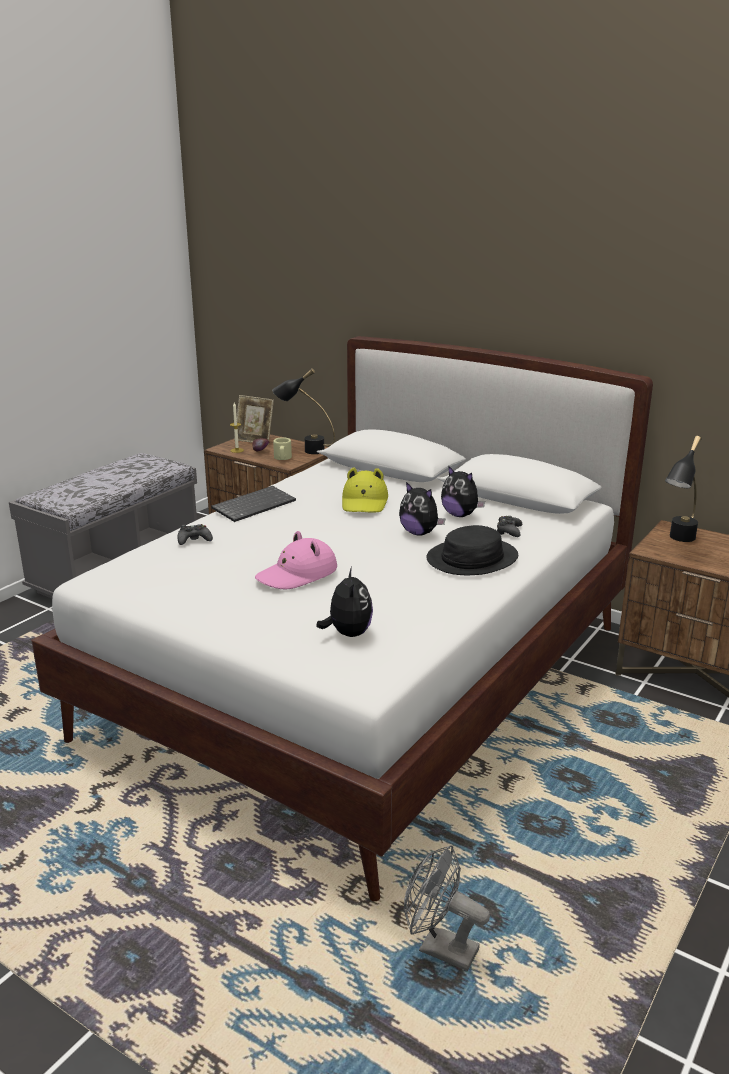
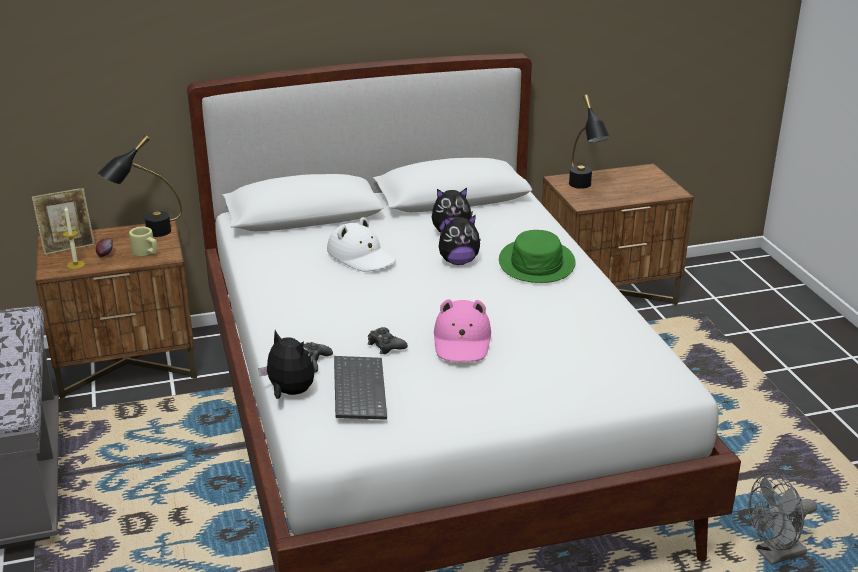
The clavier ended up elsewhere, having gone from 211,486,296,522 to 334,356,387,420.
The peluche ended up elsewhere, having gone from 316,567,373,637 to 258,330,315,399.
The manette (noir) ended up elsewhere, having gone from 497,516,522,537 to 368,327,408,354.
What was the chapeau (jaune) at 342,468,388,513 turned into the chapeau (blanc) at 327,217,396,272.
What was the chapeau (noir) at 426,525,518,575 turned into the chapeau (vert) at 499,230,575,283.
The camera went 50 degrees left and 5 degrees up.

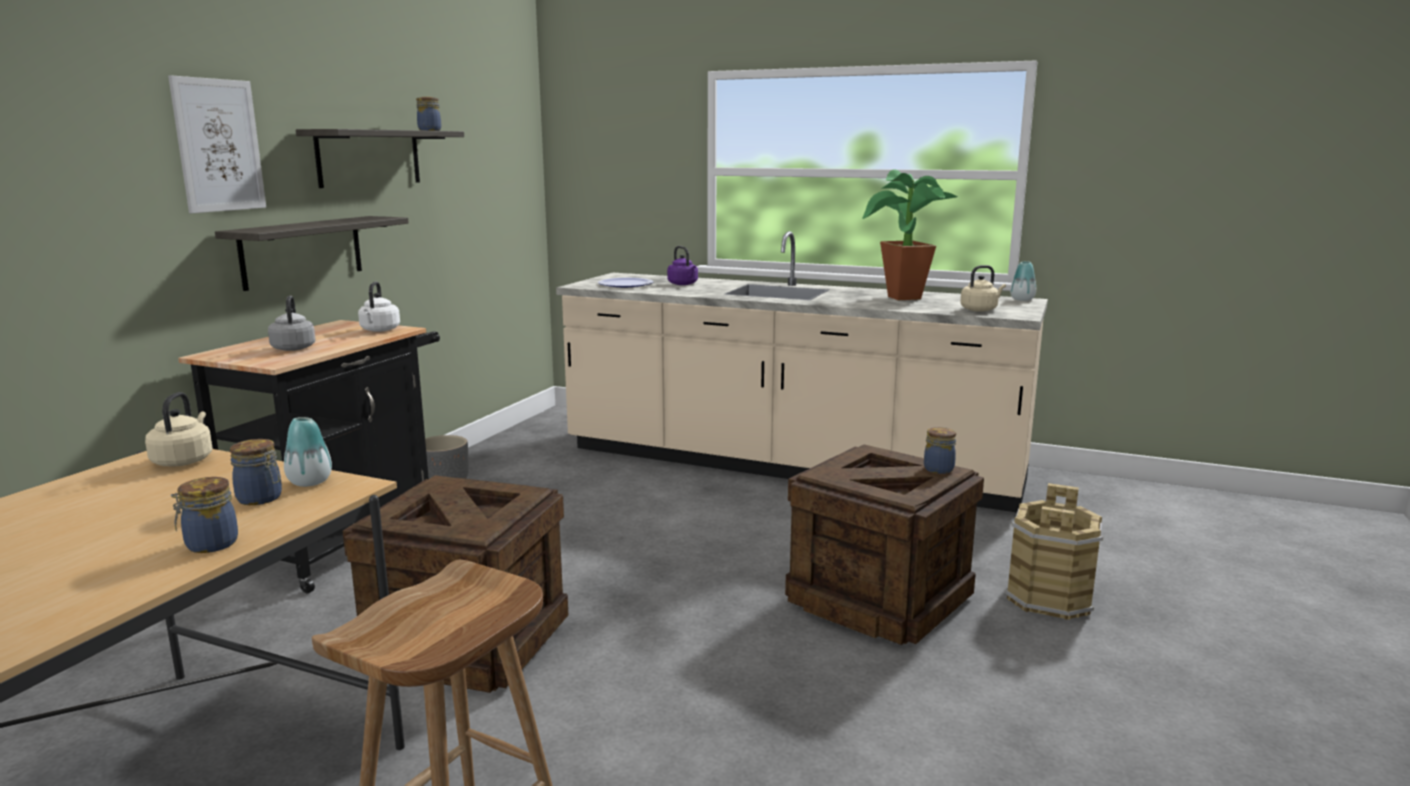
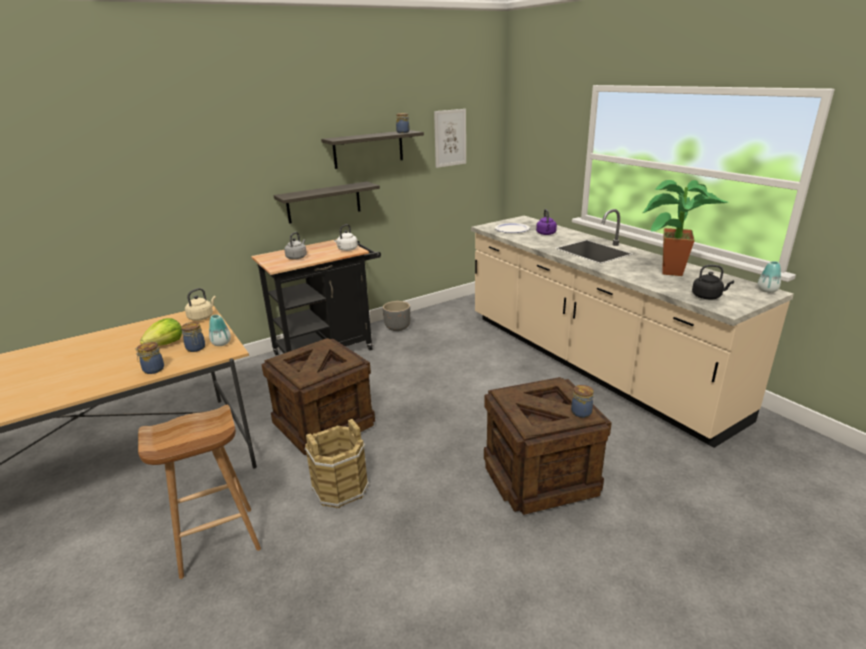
The second view gained the laitue at 140,318,182,346.
The tableau ended up elsewhere, having gone from 168,75,266,213 to 434,109,466,168.
The seau (marron) ended up elsewhere, having gone from 1005,483,1103,620 to 305,419,369,508.
What was the bouilloire (beige) at 960,265,1006,312 turned into the bouilloire (noir) at 692,265,734,299.
The camera went 35 degrees right and 10 degrees up.

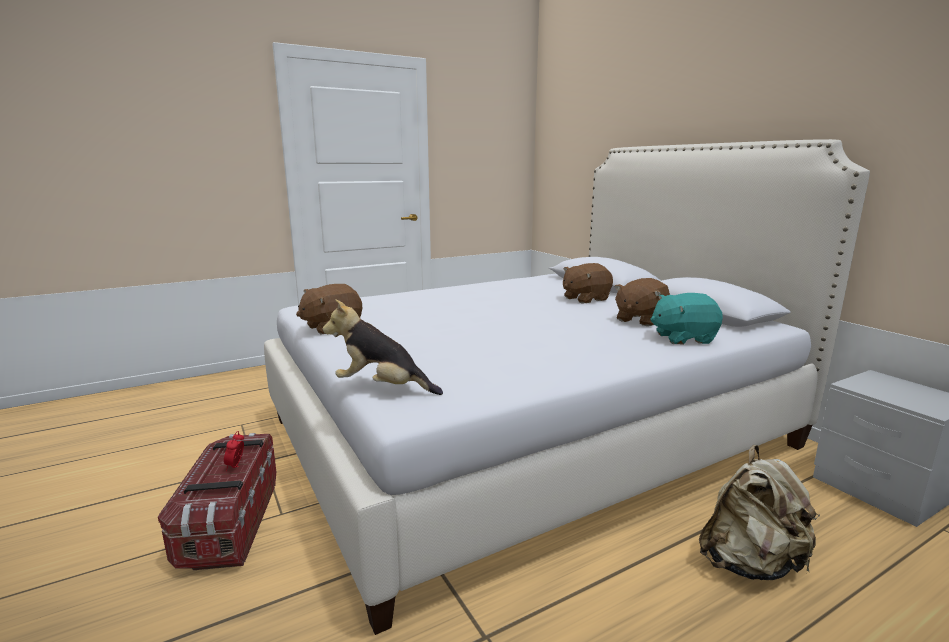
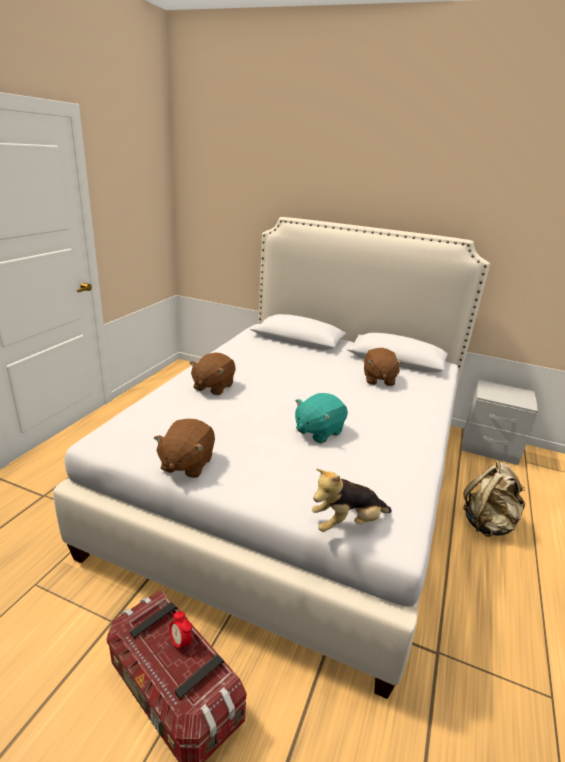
The peluche (marron) ended up elsewhere, having gone from 563,263,613,304 to 190,353,235,395.
The peluche (turquoise) ended up elsewhere, having gone from 650,293,723,344 to 295,393,348,443.
The camera went 40 degrees left and 10 degrees up.

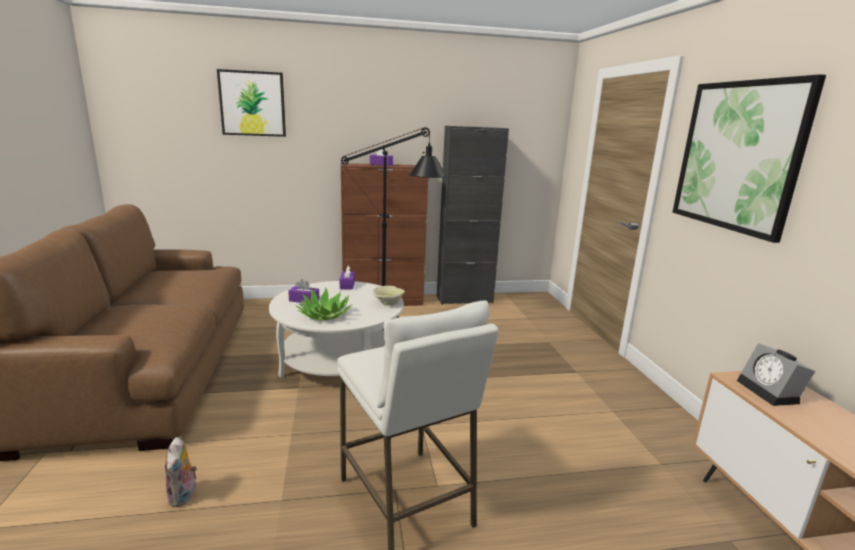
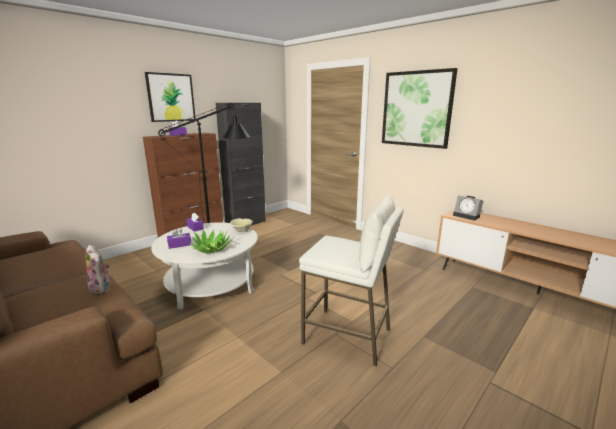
The peluche ended up elsewhere, having gone from 165,437,197,507 to 85,245,109,295.
The tableau ended up elsewhere, having gone from 217,69,286,137 to 145,72,196,122.
The camera went 35 degrees left and 0 degrees up.

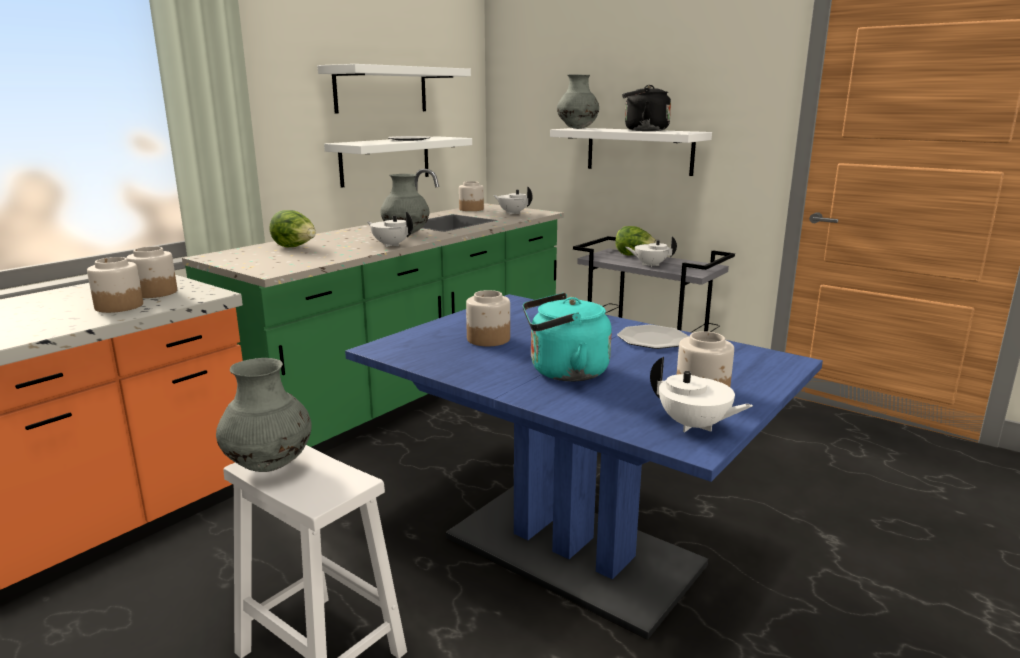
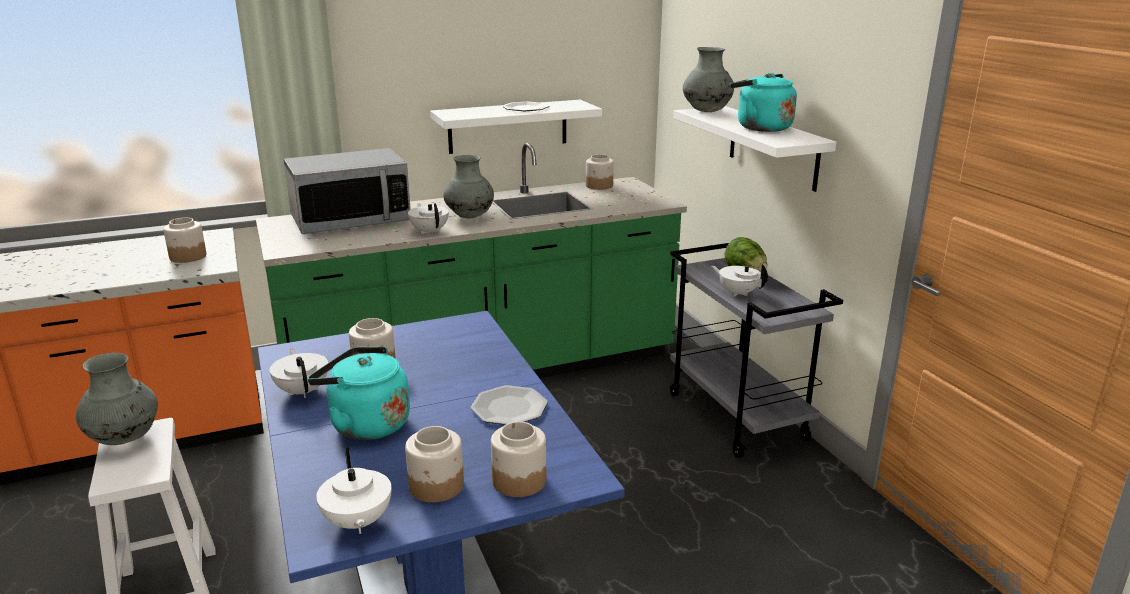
The second view lost the étagère (blanc) at 317,64,471,114.
The bocal ended up elsewhere, having gone from 87,257,143,313 to 491,422,546,497.
The théière (blanc) ended up elsewhere, having gone from 493,186,533,214 to 269,348,328,398.
Where the laitue stood at 270,210,316,247, the micro-ondes came to stand at 284,148,411,234.
What was the bouilloire (noir) at 622,85,671,131 turned into the bouilloire (turquoise) at 730,73,797,132.
The camera went 30 degrees right and 5 degrees up.

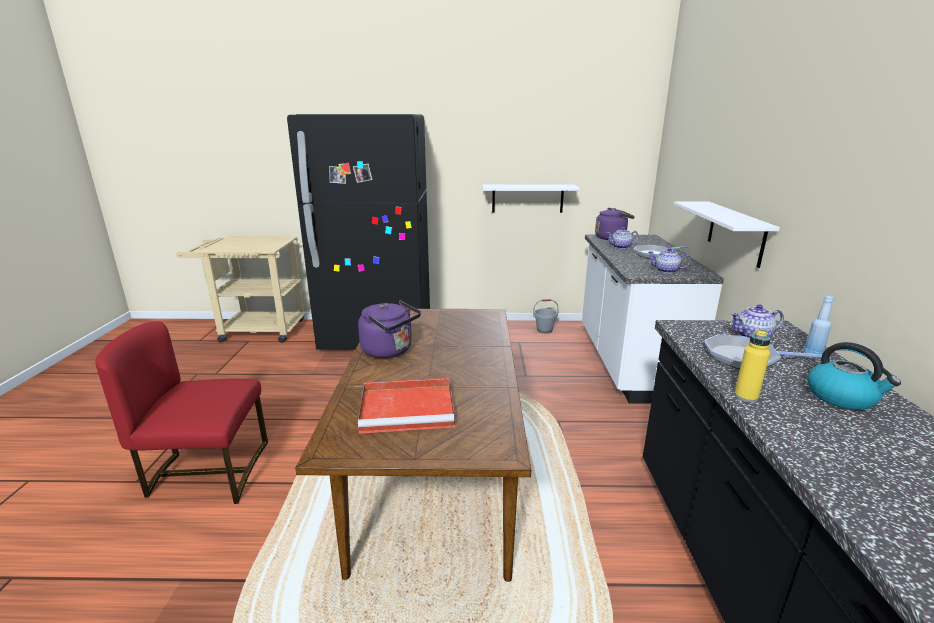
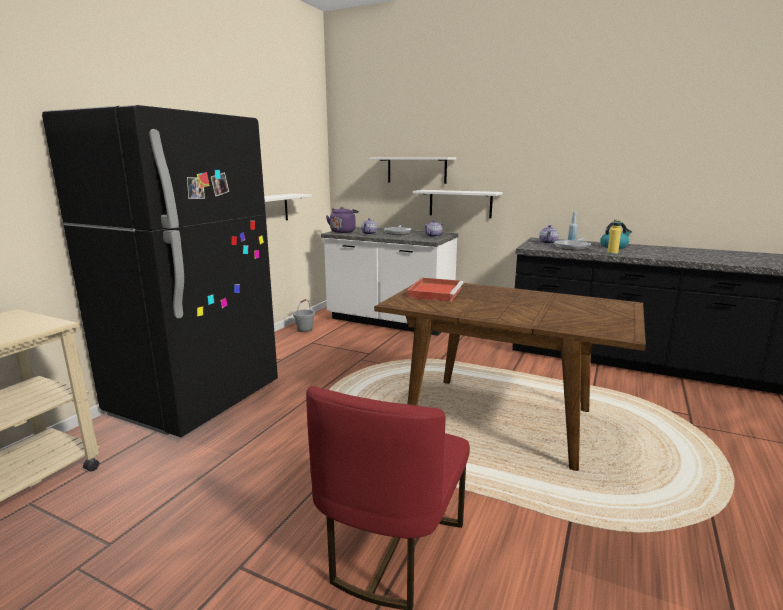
The second view lost the bouilloire (violet) at 358,300,421,358.
The second view gained the étagère (blanc) at 370,157,456,184.
The plateau (rouge) ended up elsewhere, having gone from 358,378,455,434 to 407,278,464,302.
The camera went 65 degrees left and 5 degrees down.

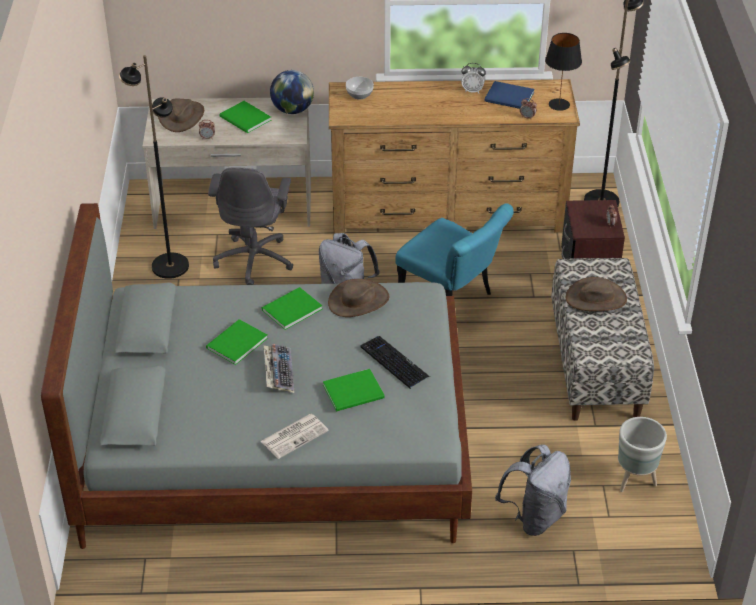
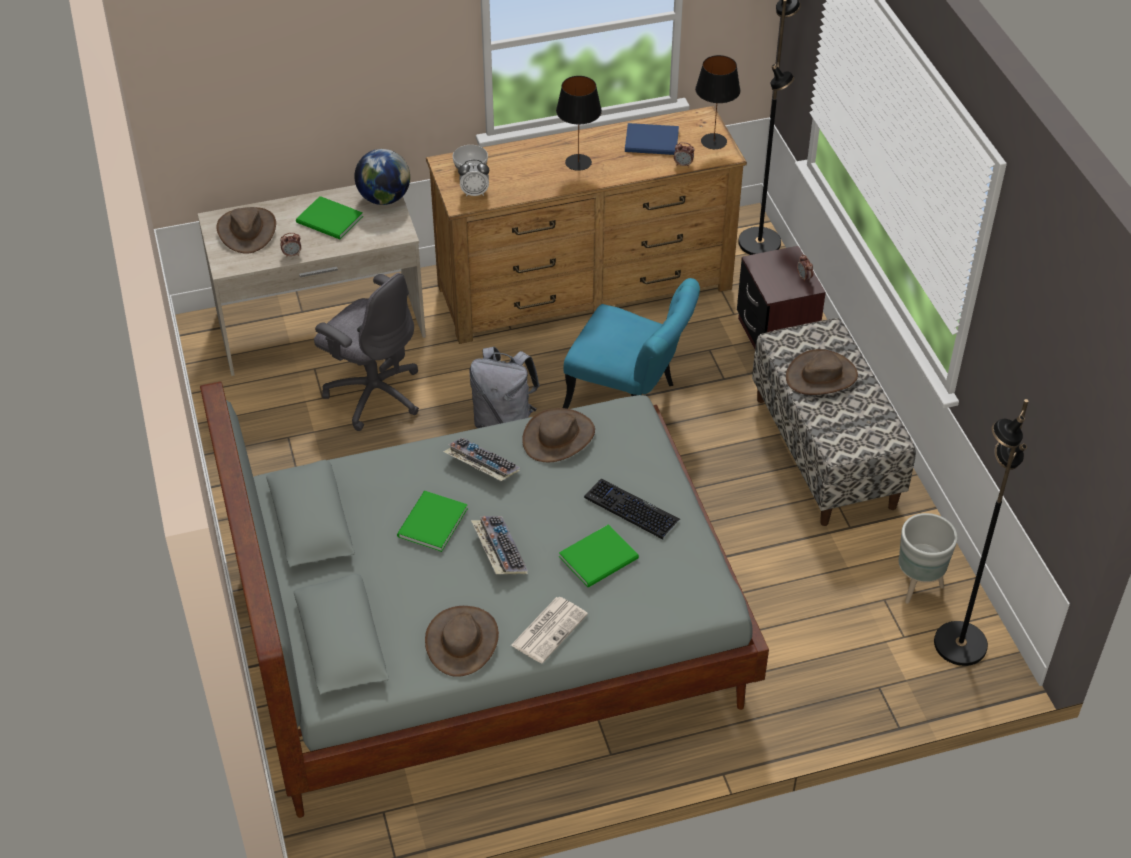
The second view lost the sac à dos (gris) at 495,444,571,536.
The second view gained the chapeau (marron) at 425,606,499,677.
The second view gained the lampe de table (noir) at 556,76,602,171.
The lampadaire (noir) ended up elsewhere, having gone from 119,55,189,279 to 934,399,1029,666.
The réveil ended up elsewhere, having gone from 461,63,486,94 to 458,160,490,197.
Where the livre (vert) stood at 262,287,323,330, the clavier came to stand at 443,438,520,481.
The chaise de bureau (gris) at 208,167,293,285 ended up facing another way, 45 degrees counterclockwise from before.
The camera went 15 degrees left and 5 degrees up.

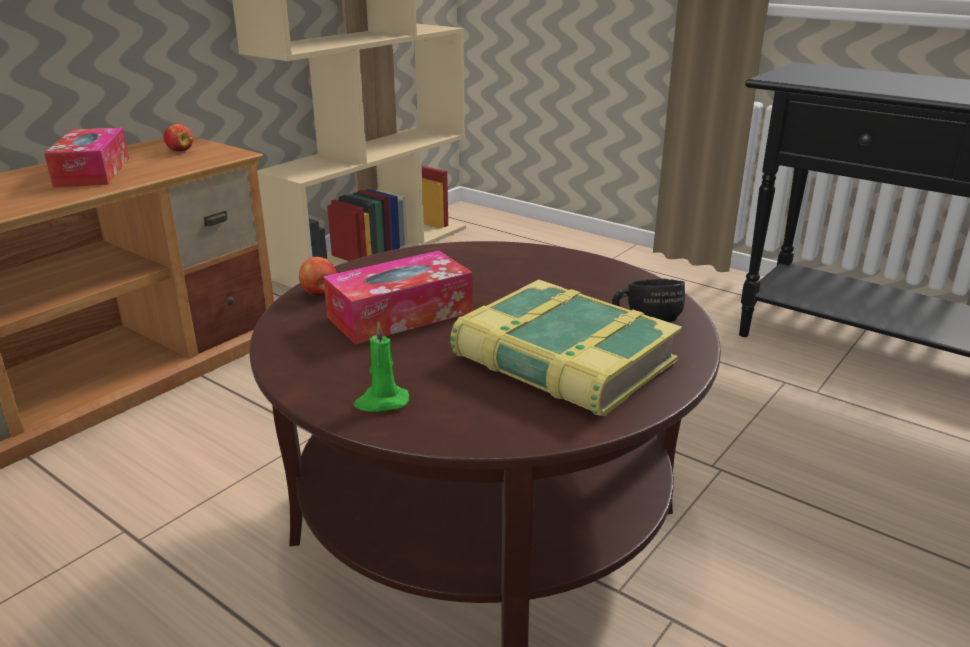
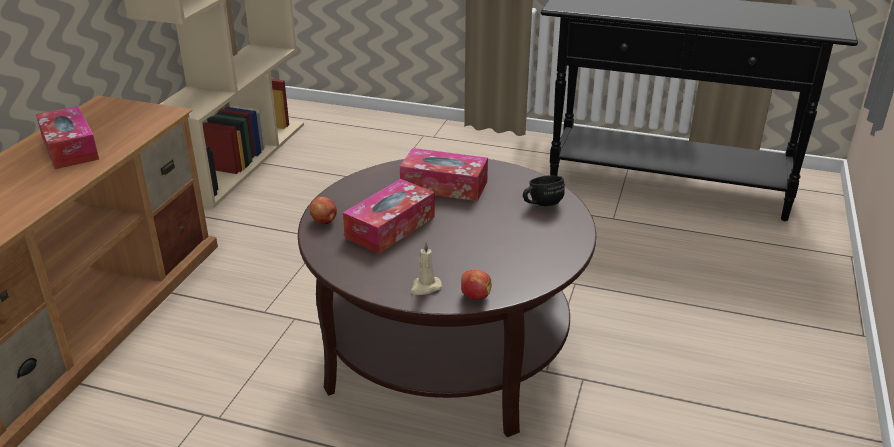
The second view lost the livre at 450,279,682,416.
The second view gained the boîte à mouchoirs at 400,148,488,201.
The pomme ended up elsewhere, having gone from 164,124,193,152 to 461,269,492,300.
What was the bougie (vert) at 354,321,409,412 turned into the bougie (beige) at 410,242,442,295.
The camera went 20 degrees left and 5 degrees up.

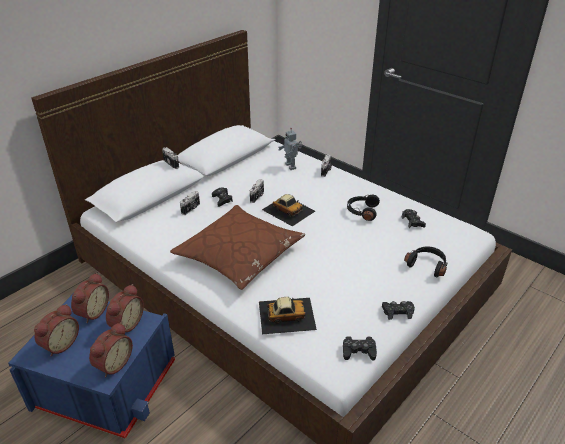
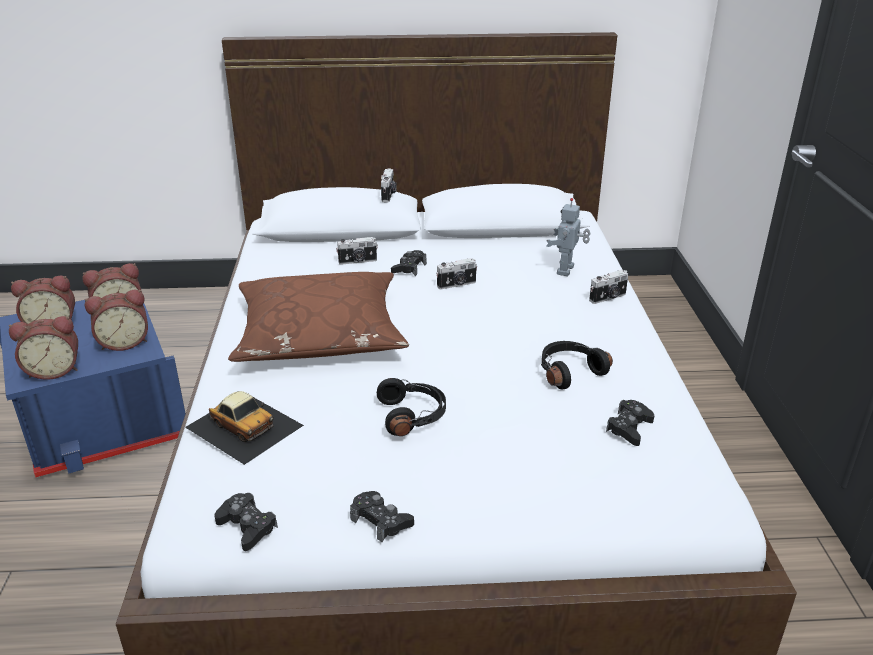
The second view lost the petite voiture at 262,194,315,226.
The casque audio (noir) ended up elsewhere, having gone from 404,246,447,278 to 377,378,446,436.
The camera went 45 degrees right and 5 degrees down.

